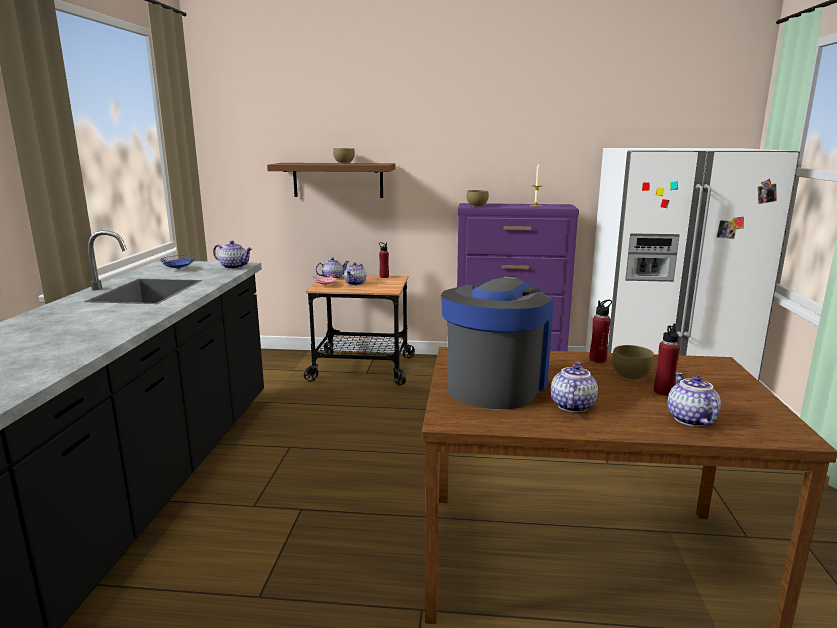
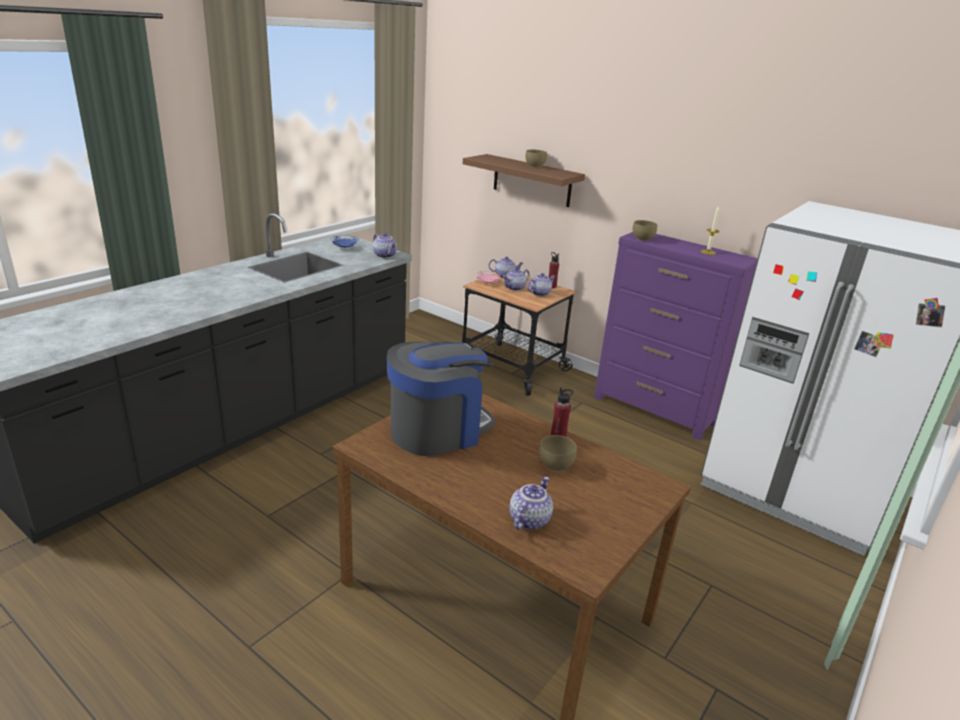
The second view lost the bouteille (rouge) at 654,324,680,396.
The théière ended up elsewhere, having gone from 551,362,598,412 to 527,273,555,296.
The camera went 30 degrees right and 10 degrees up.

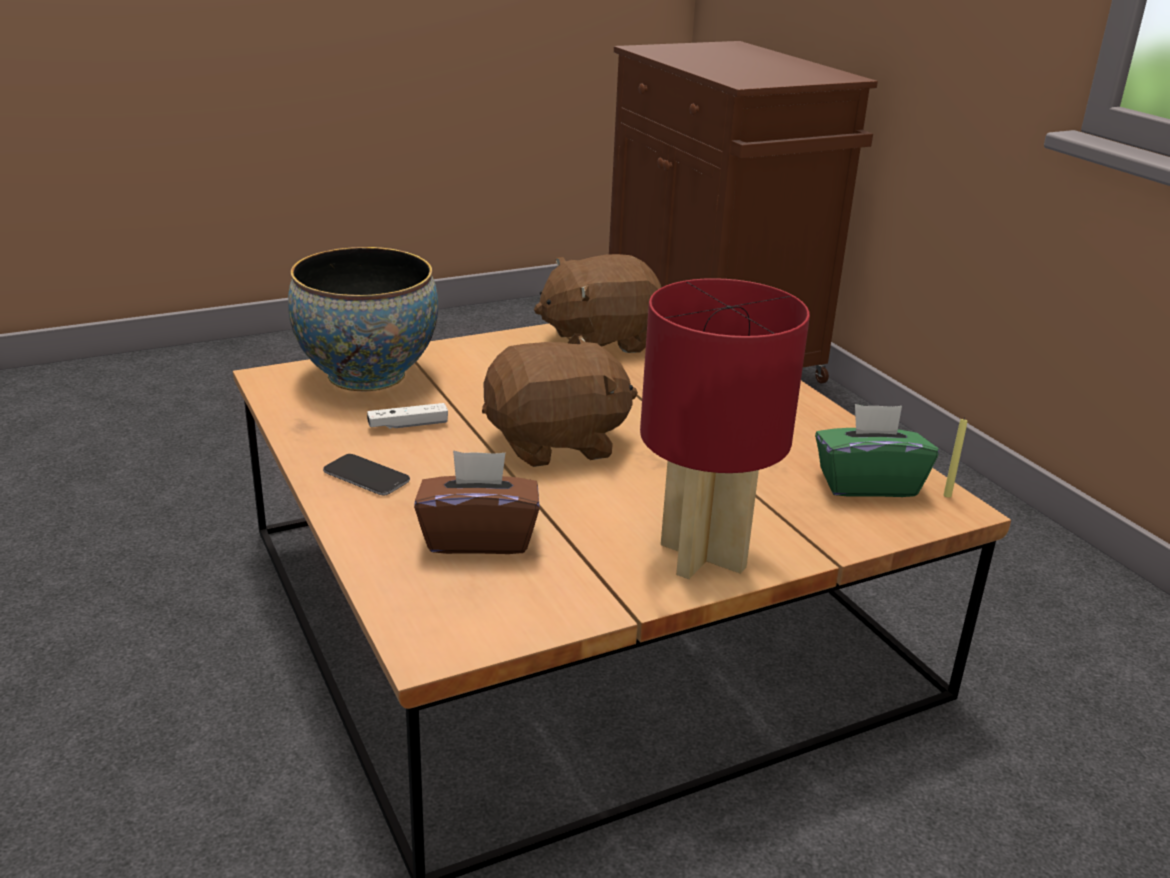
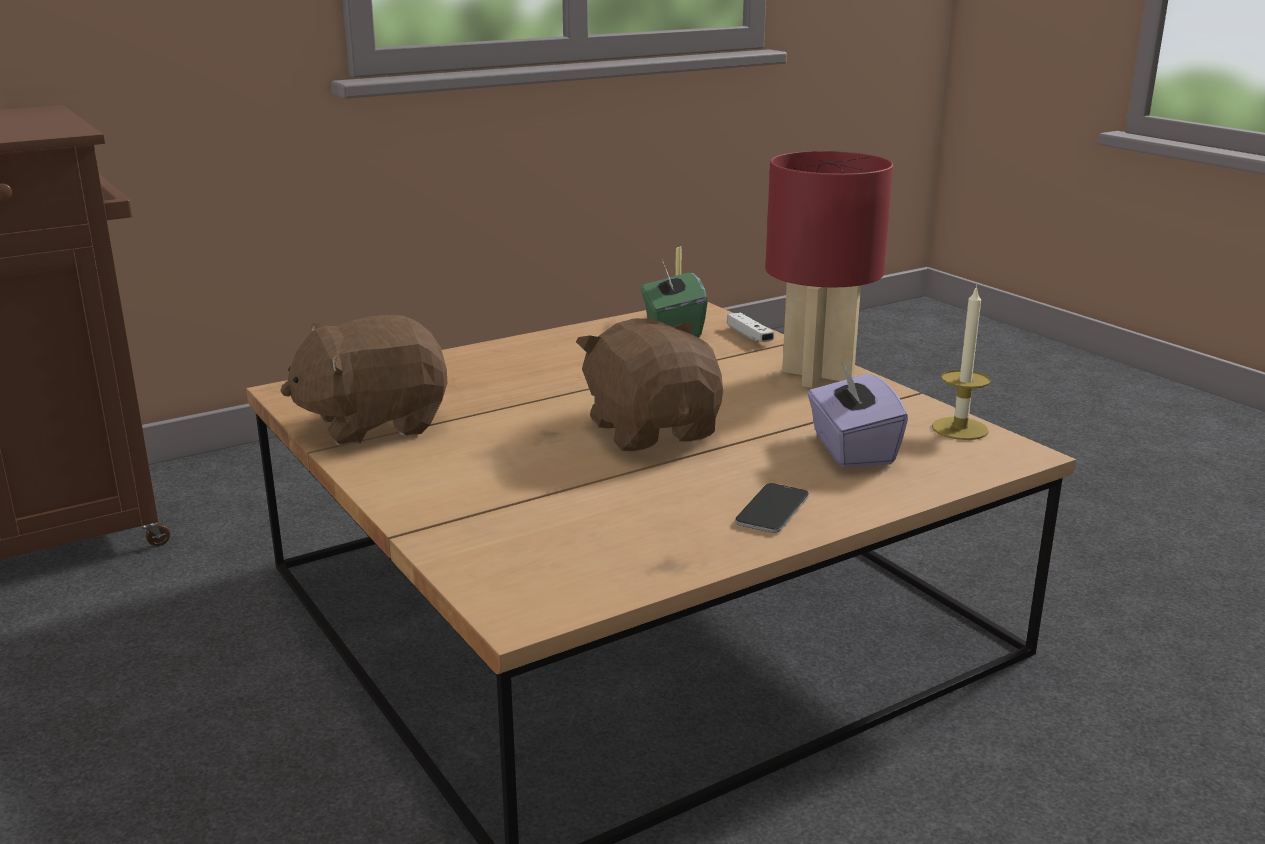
The second view lost the bol at 288,247,438,392.
The second view gained the bougie at 932,285,991,440.
The manette (blanc) ended up elsewhere, having gone from 367,403,448,429 to 727,313,774,342.
What was the boîte à mouchoirs (marron) at 414,450,540,554 turned into the boîte à mouchoirs (violet) at 808,361,908,467.
The peluche (marron) at 534,254,661,353 ended up facing another way, 90 degrees clockwise from before.
The camera went 95 degrees left and 5 degrees down.

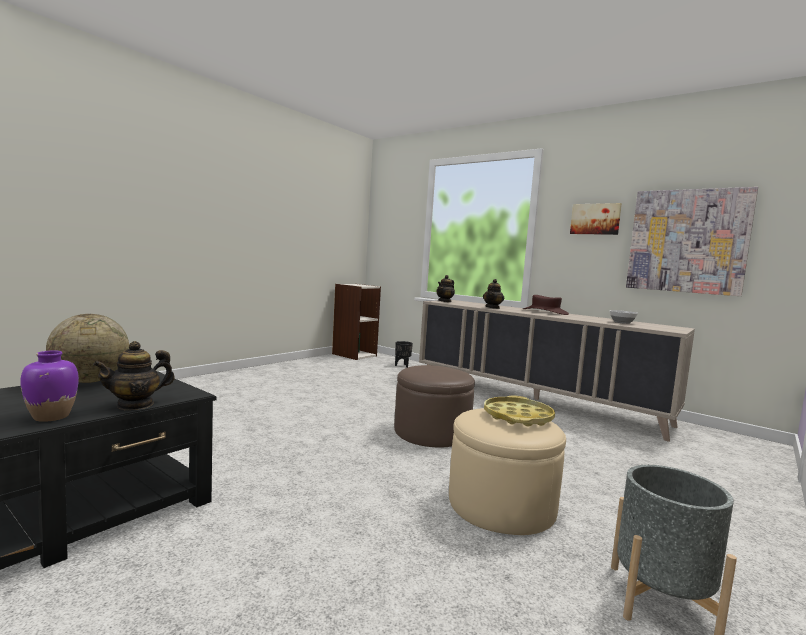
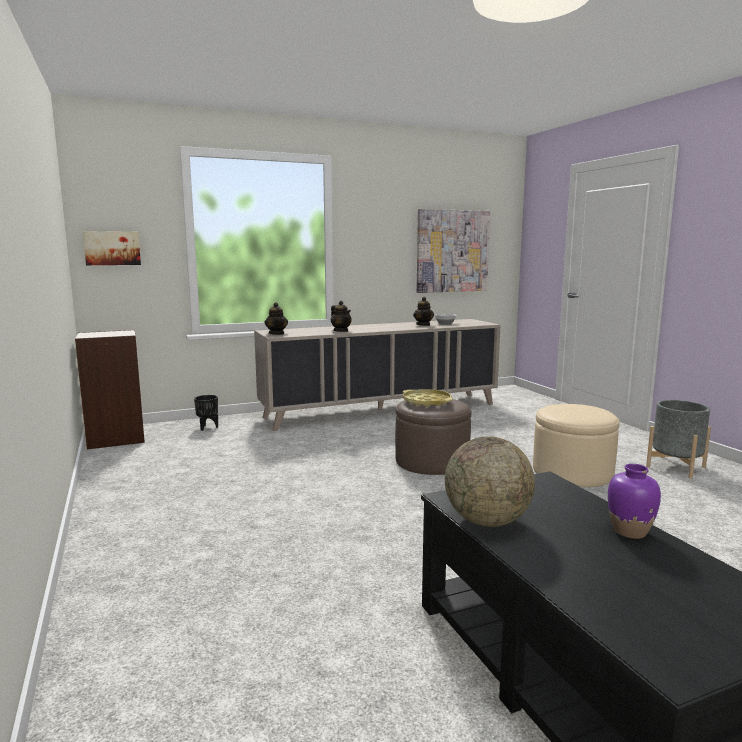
The second view lost the chapeau (marron) at 523,295,569,315.
The théière ended up elsewhere, having gone from 93,341,175,410 to 413,297,434,326.
The plateau (jaune) ended up elsewhere, having gone from 484,395,555,426 to 403,389,453,407.
The tableau ended up elsewhere, having gone from 570,203,622,235 to 83,231,141,265.
The camera went 60 degrees left and 5 degrees up.

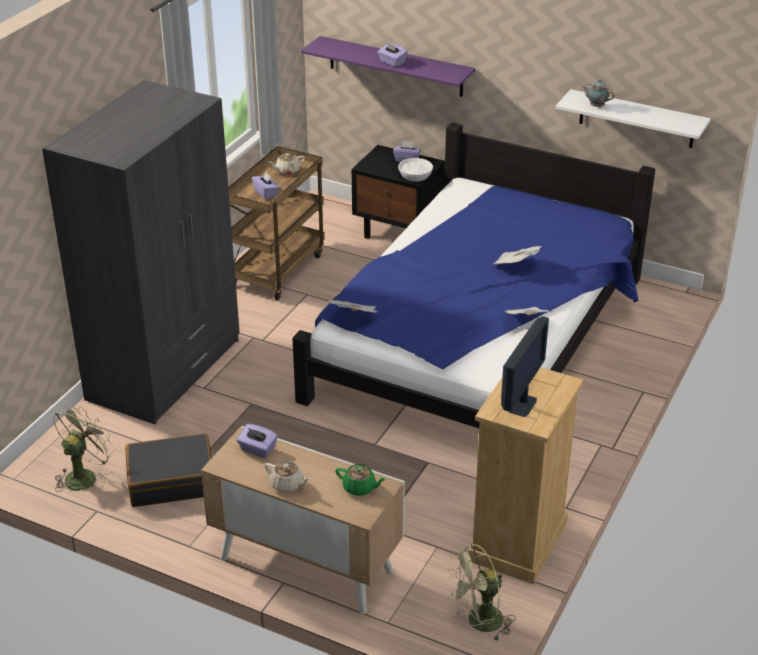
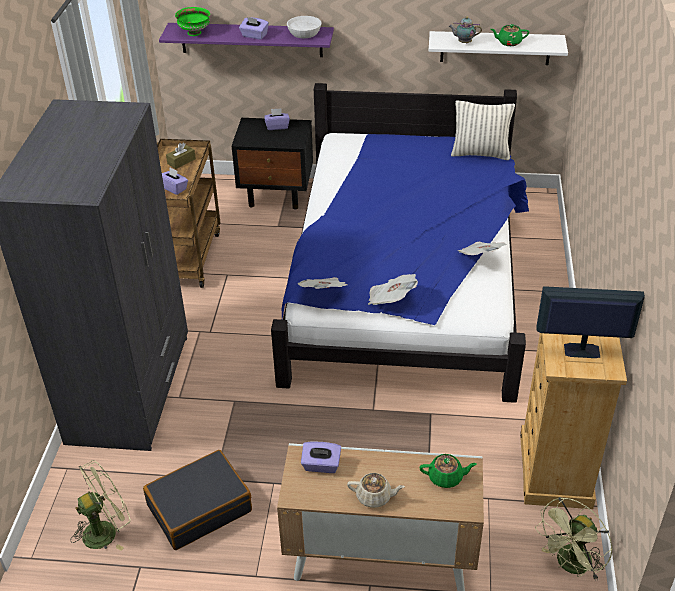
The second view gained the bol (vert) at 175,7,210,36.
The second view gained the coussin at 451,100,515,160.
The second view gained the théière (vert) at 491,24,529,46.
The bol (blanc) ended up elsewhere, having gone from 398,158,433,182 to 287,16,322,38.
The journal ended up elsewhere, having gone from 493,246,542,264 to 368,274,418,305.
Where the théière (beige) stood at 268,153,305,175, the boîte à mouchoirs (marron) came to stand at 166,143,196,169.
The ventilateur (vert) at 53,404,116,492 ended up facing another way, 45 degrees clockwise from before.
The écran d'ordinateur at 501,316,549,417 ended up facing another way, 90 degrees counterclockwise from before.
The camera went 20 degrees left and 5 degrees up.

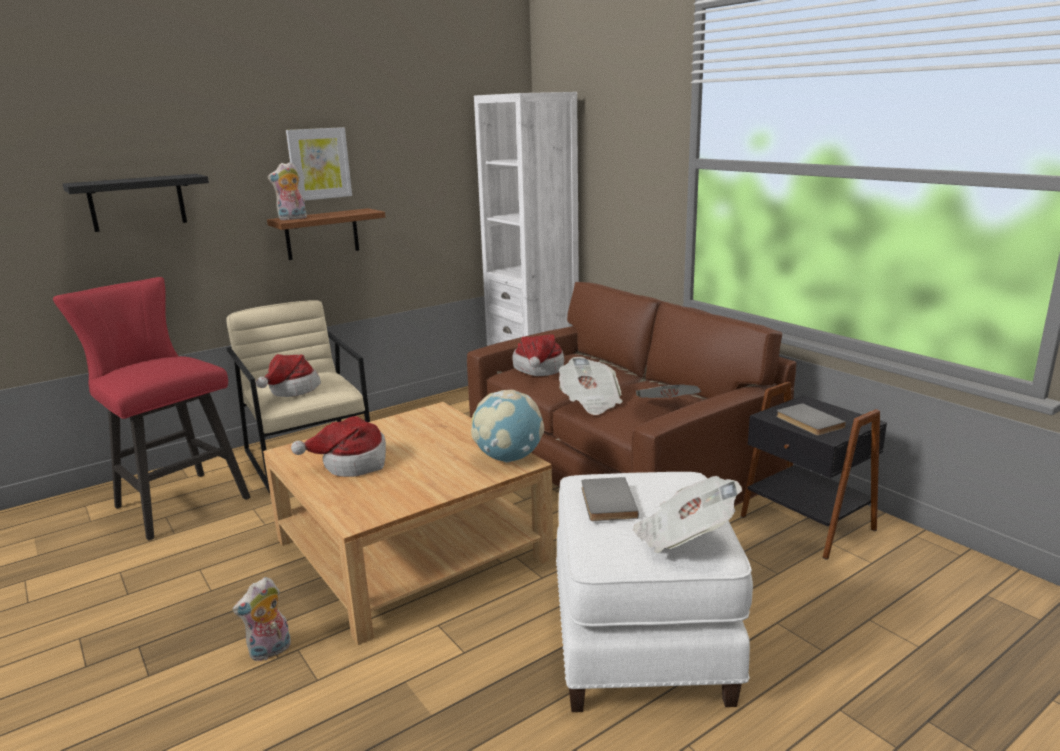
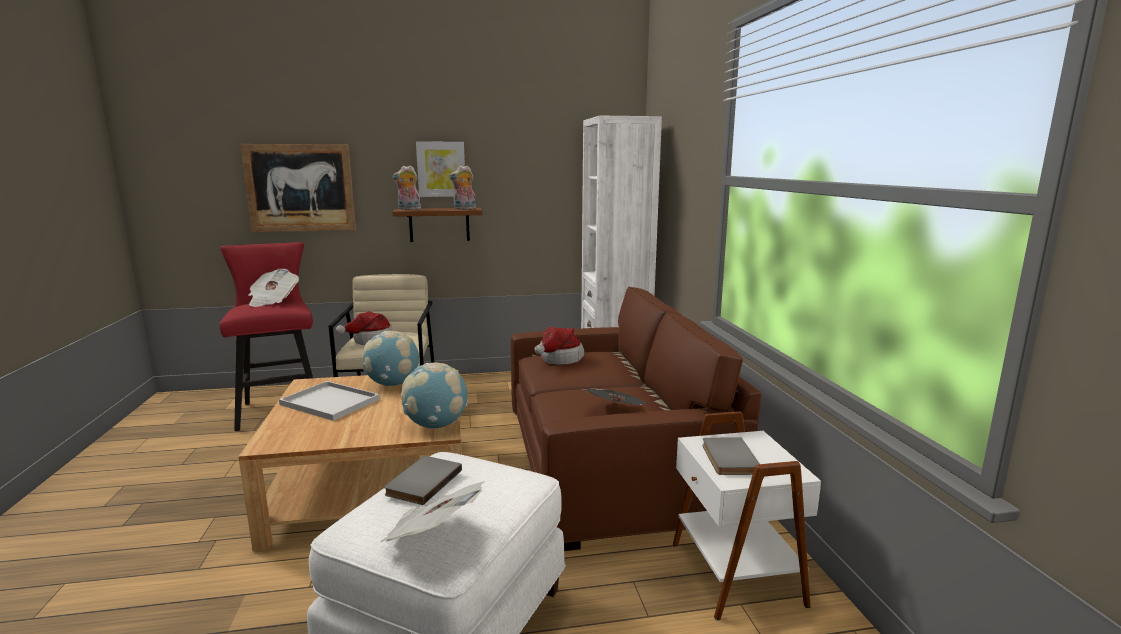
The second view gained the globe at 362,331,419,386.
The peluche ended up elsewhere, having gone from 232,577,291,661 to 449,166,476,210.
The journal ended up elsewhere, having gone from 559,357,623,415 to 248,269,299,307.
Where the étagère (noir) hung at 63,174,209,232, the tableau came to hang at 240,144,356,232.
Where the chapeau stood at 291,416,386,477, the plateau (blanc) came to stand at 279,381,380,421.
What was the table d'appoint (noir) at 741,382,887,560 turned into the table d'appoint (blanc) at 673,411,821,621.
The camera went 25 degrees right and 5 degrees down.

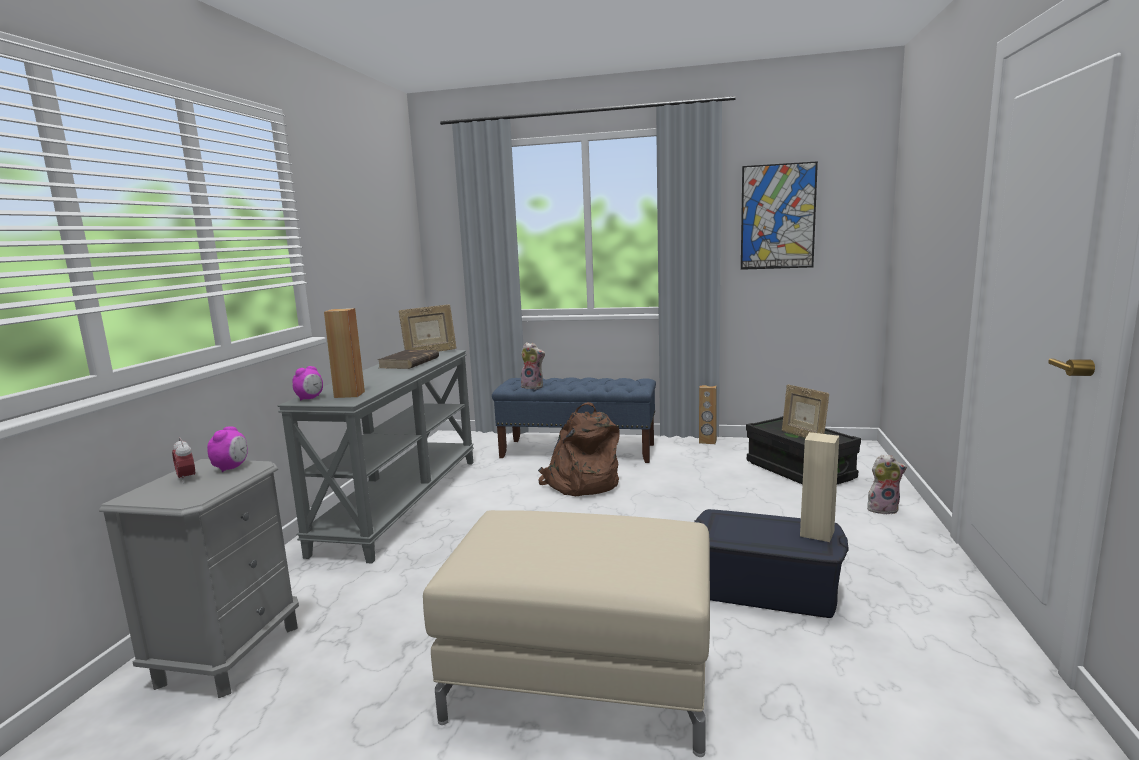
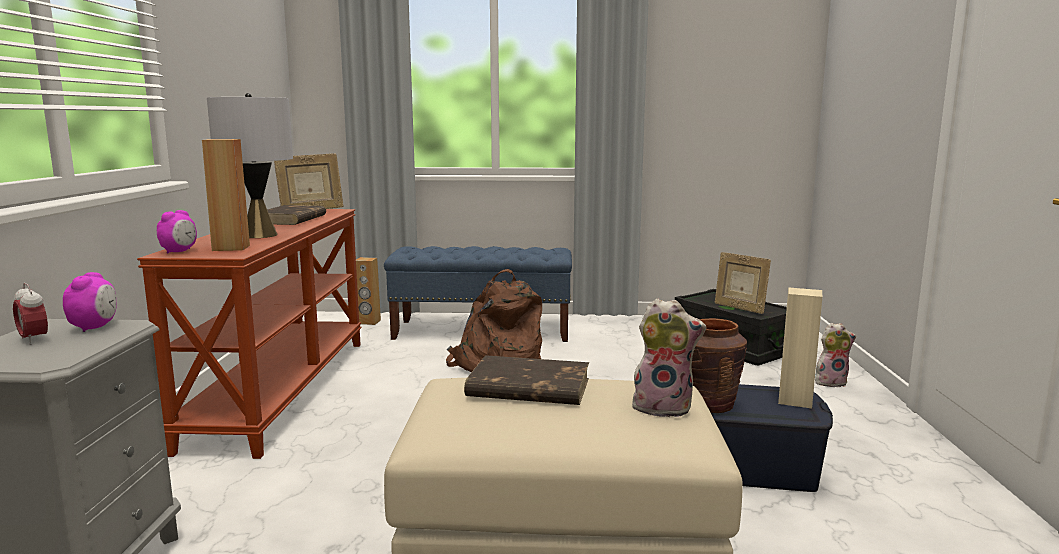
The second view lost the tableau at 741,161,818,270.
The second view gained the lampe de table (gris) at 207,93,293,238.
The second view gained the livre (marron) at 464,355,589,405.
The second view gained the vase (marron) at 691,318,747,413.
The peluche ended up elsewhere, having gone from 521,342,545,389 to 632,298,706,417.
The enceinte (marron) ended up elsewhere, having gone from 699,385,717,444 to 356,257,381,325.
What was the table console (gris) at 278,350,474,564 turned into the table console (marron) at 137,209,362,459.
The camera went 10 degrees left and 0 degrees up.

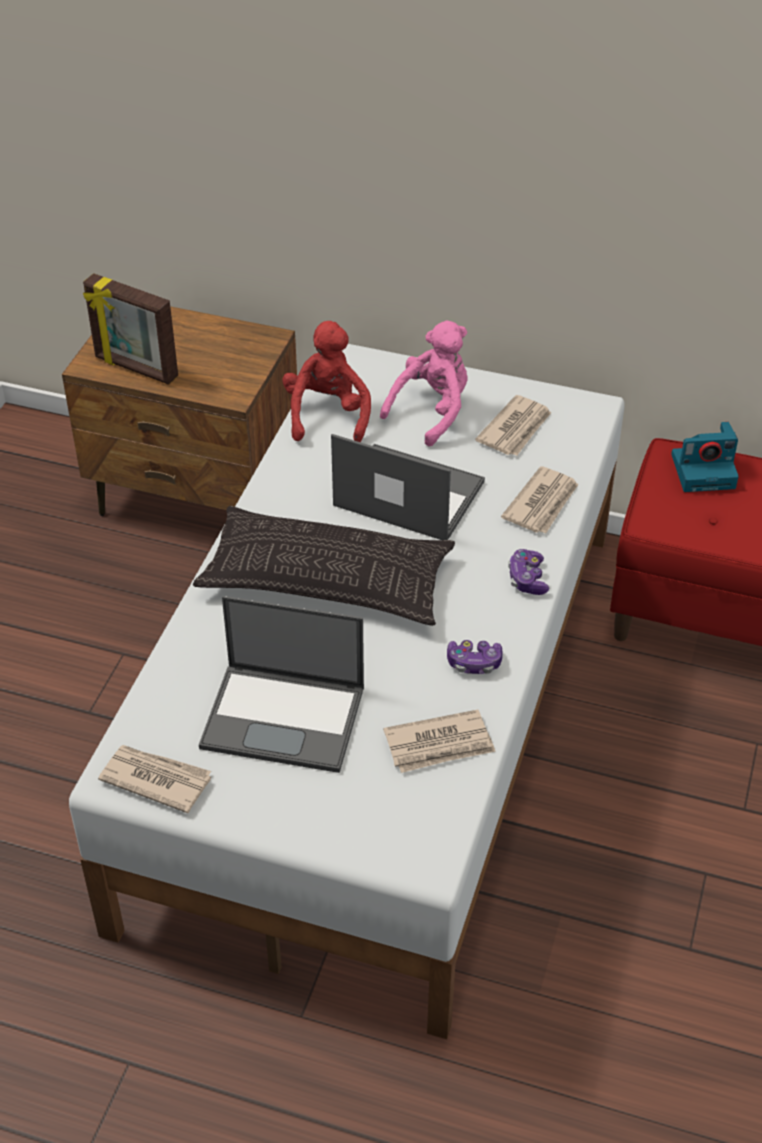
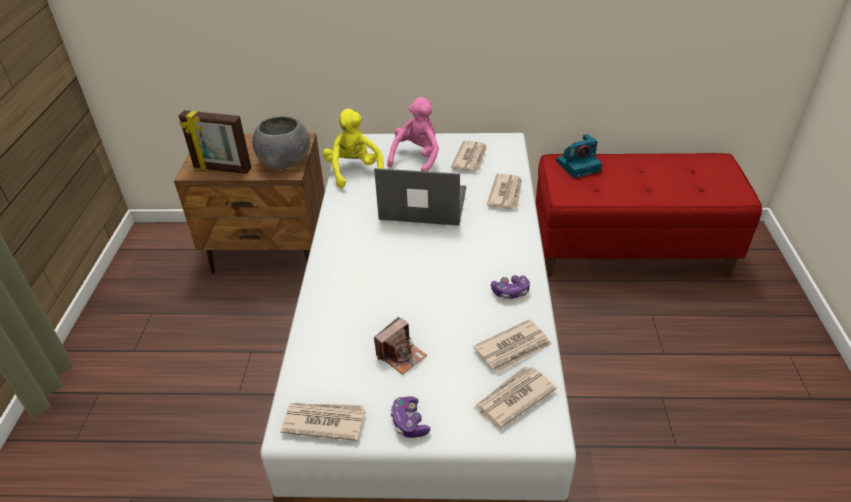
The second view lost the coussin at 193,506,455,626.
The second view gained the bol (gris) at 252,116,310,169.
The second view gained the journal at 474,366,557,428.
The manette ended up elsewhere, having gone from 508,549,549,595 to 390,396,430,438.
Where the ordinateur portable stood at 199,596,364,773, the appareil photo came to stand at 374,317,427,375.
What was the peluche (rouge) at 282,321,371,442 turned into the peluche (jaune) at 322,109,384,189.
The camera went 15 degrees left and 5 degrees down.

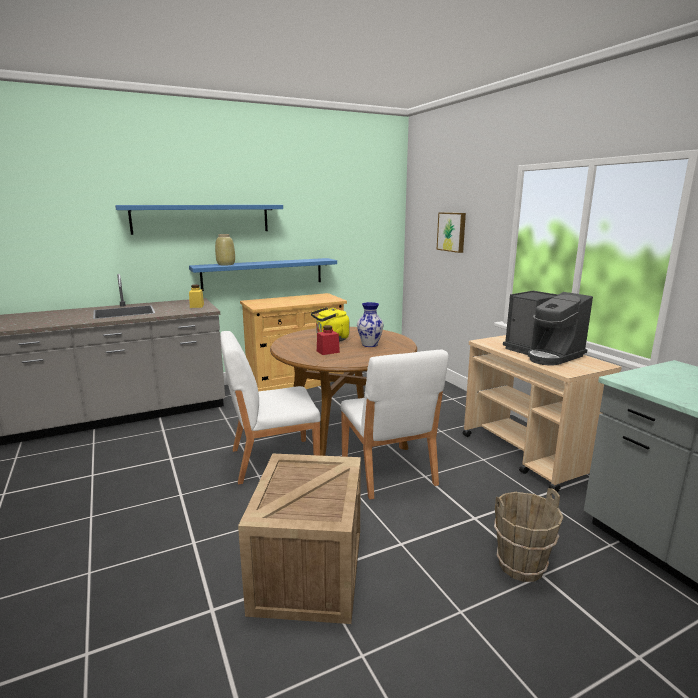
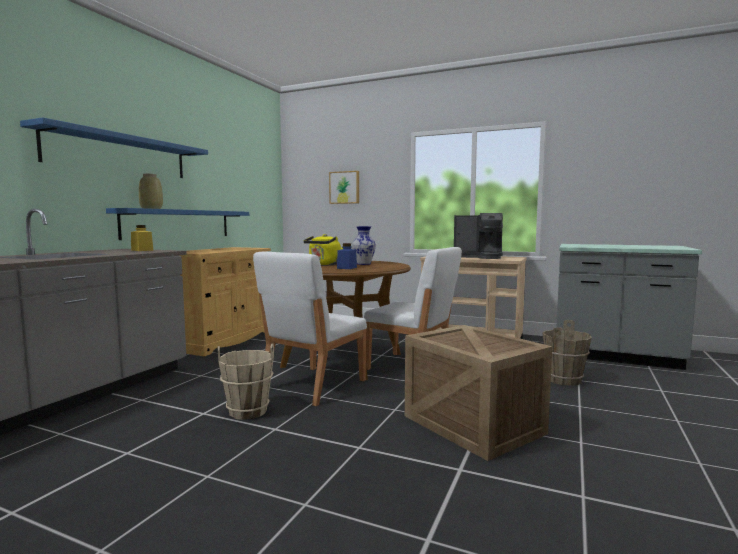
The second view gained the seau (beige) at 218,344,274,420.
What was the bocal (rouge) at 317,325,340,355 turned into the bocal (bleu) at 337,243,357,269.
The camera went 40 degrees left and 10 degrees down.

